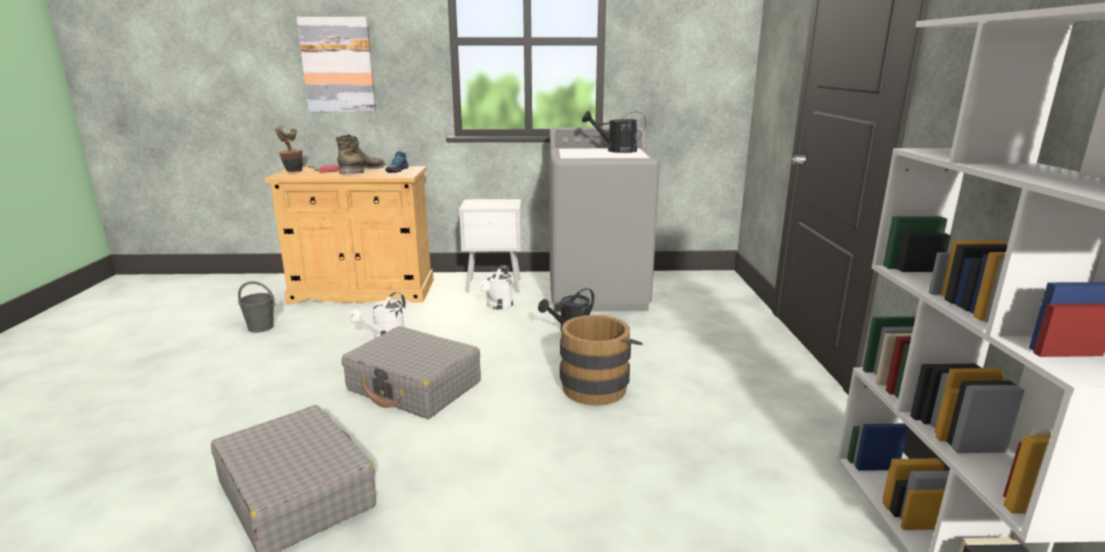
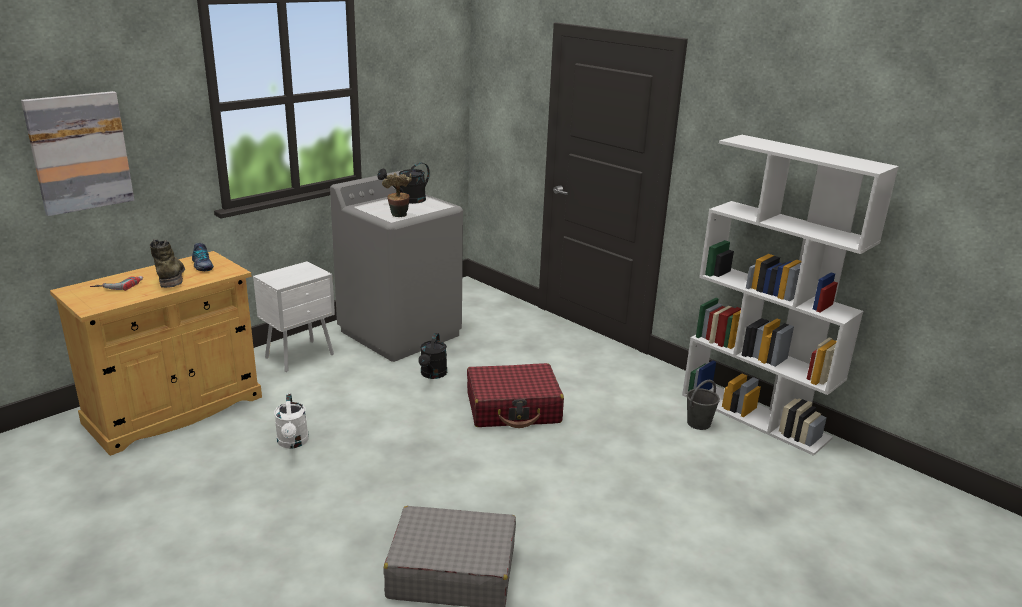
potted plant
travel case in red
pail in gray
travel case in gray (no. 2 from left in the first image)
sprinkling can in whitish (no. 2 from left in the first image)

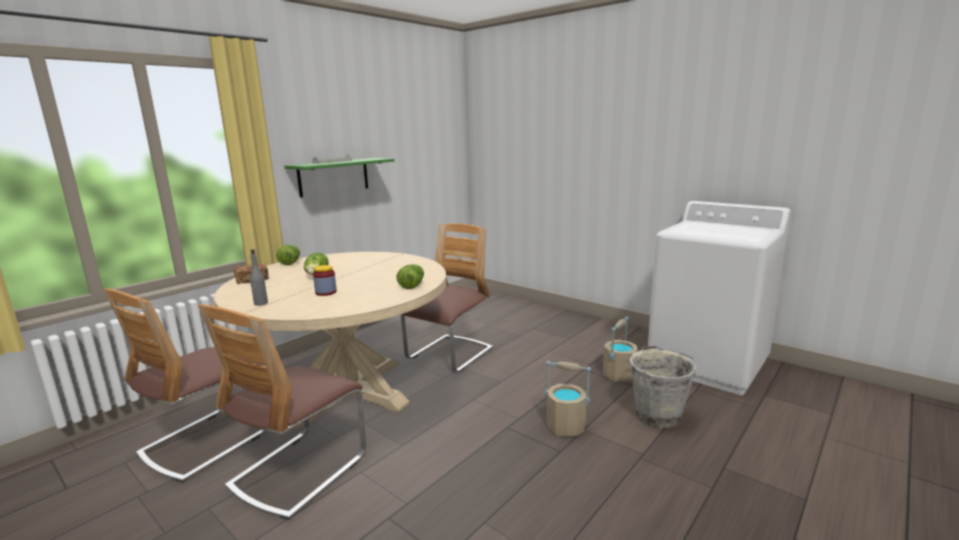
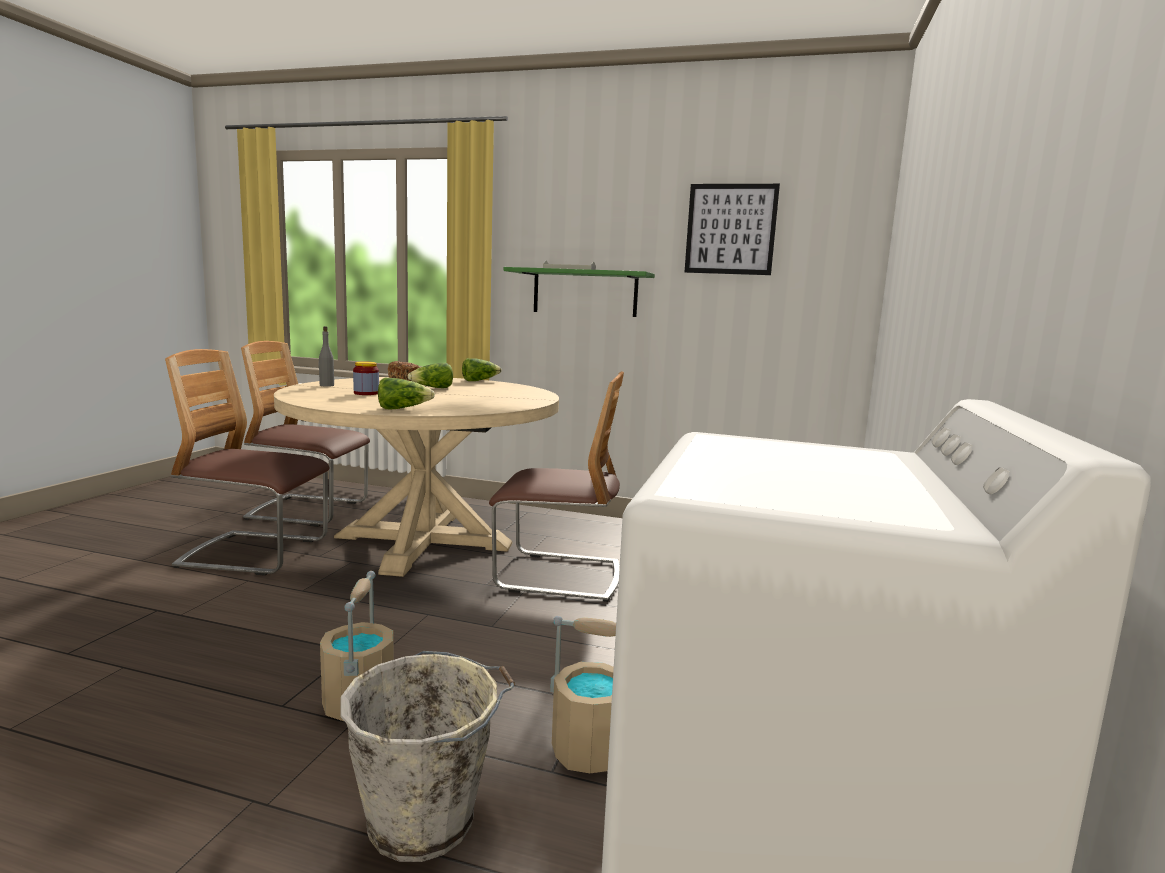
wall art

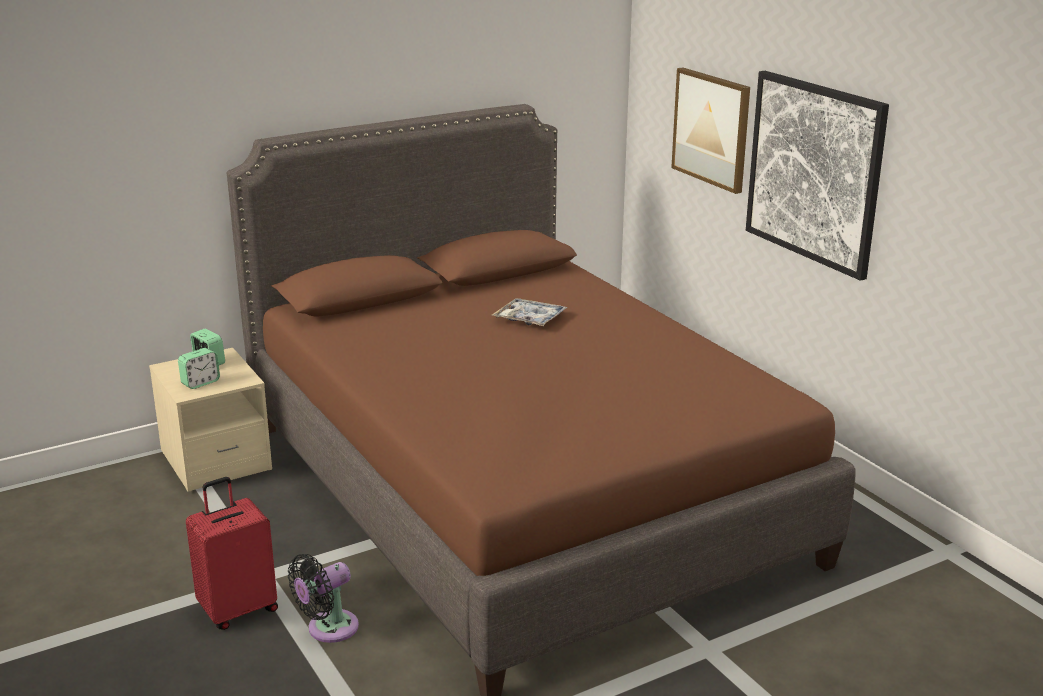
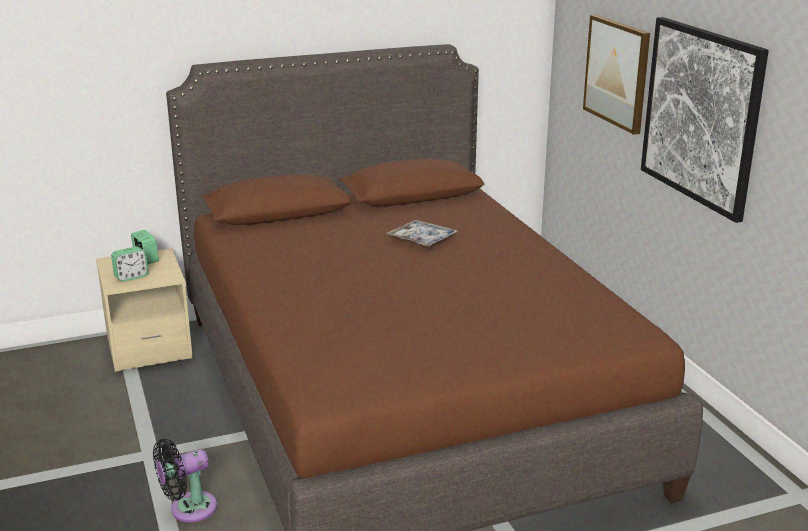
travel case in red

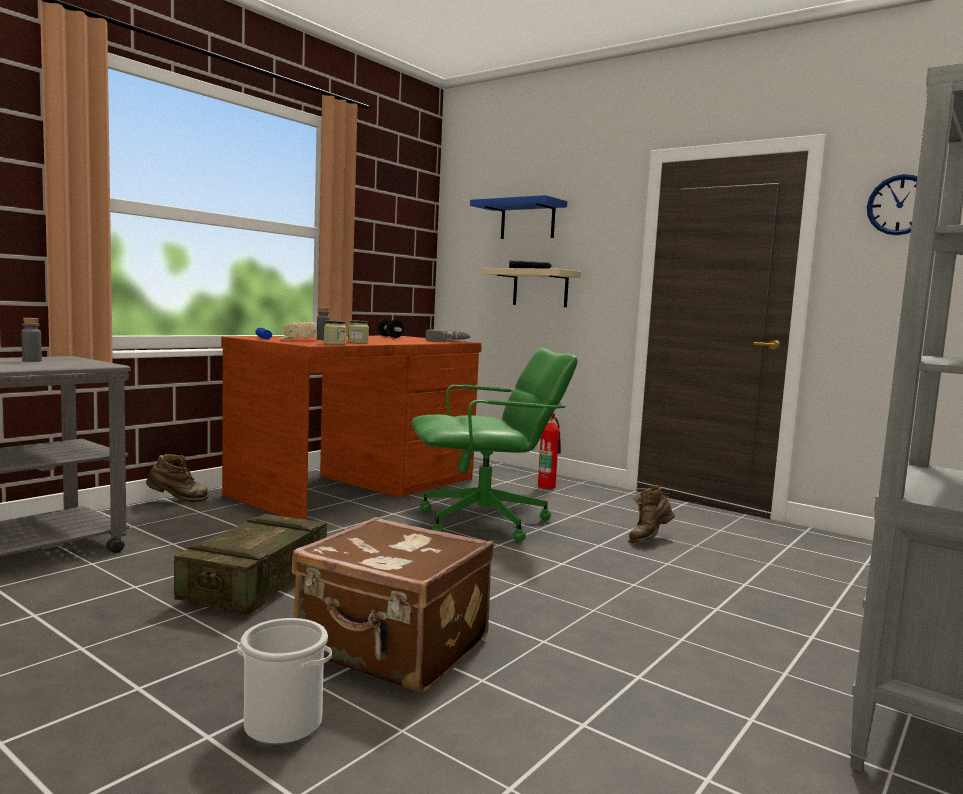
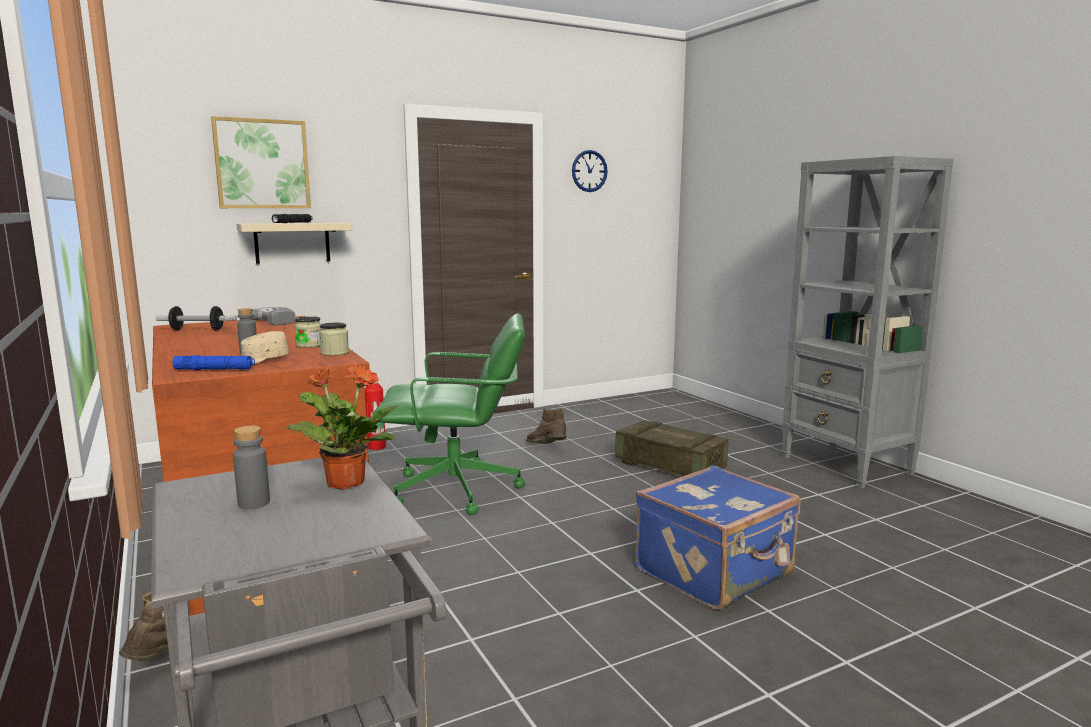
wall art
potted plant
computer chair in greenish
high-top boot in brownish (no. 2 from left)
crate
travel case in bluish
pail

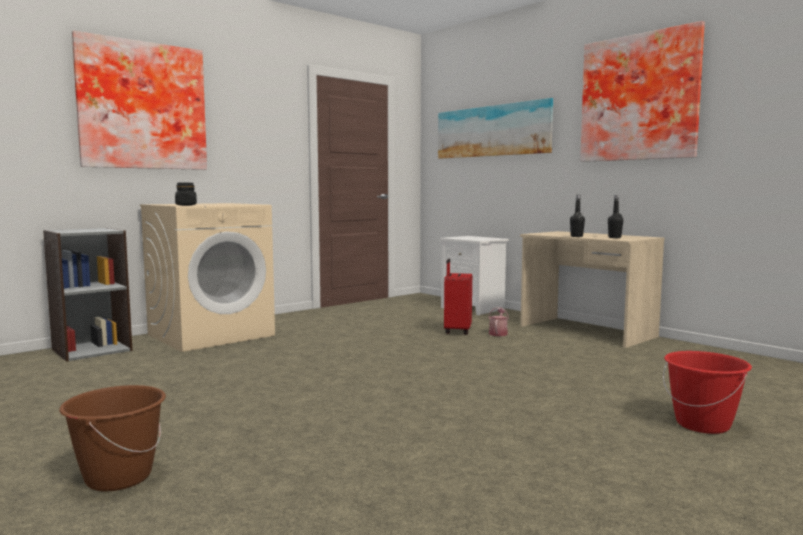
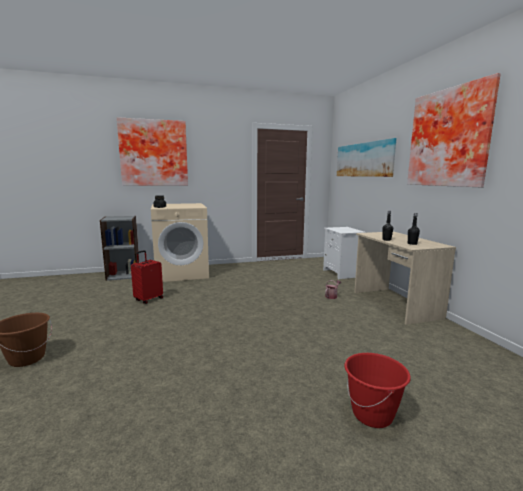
travel case in red

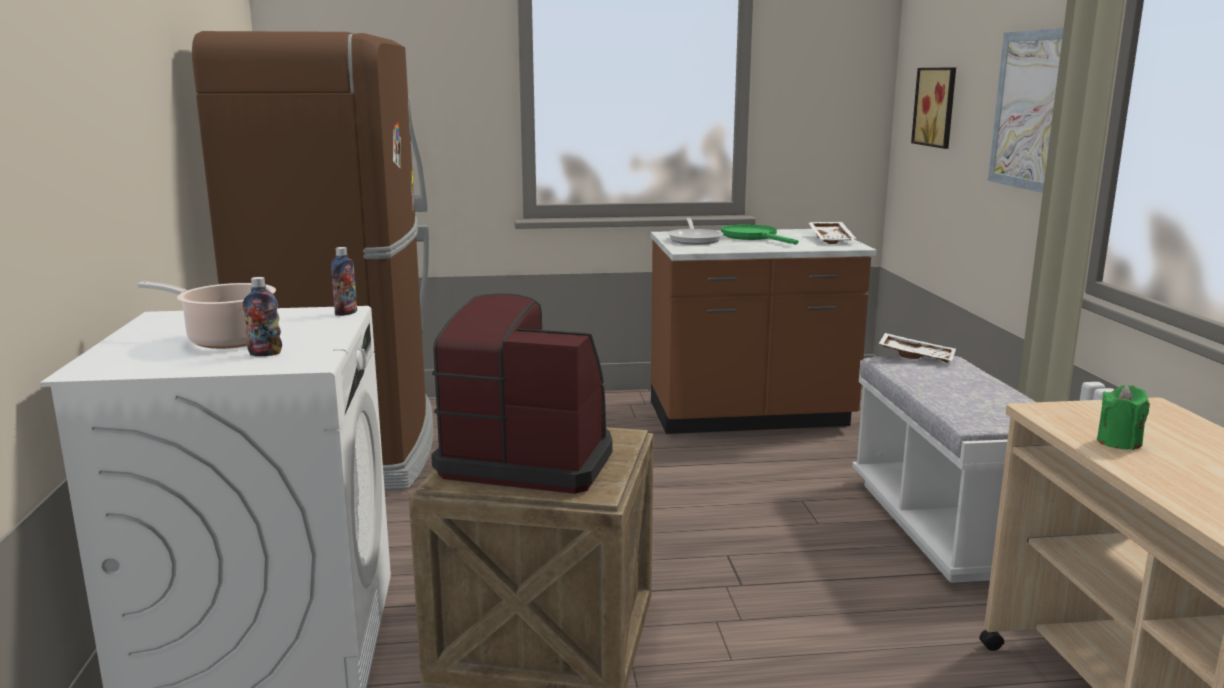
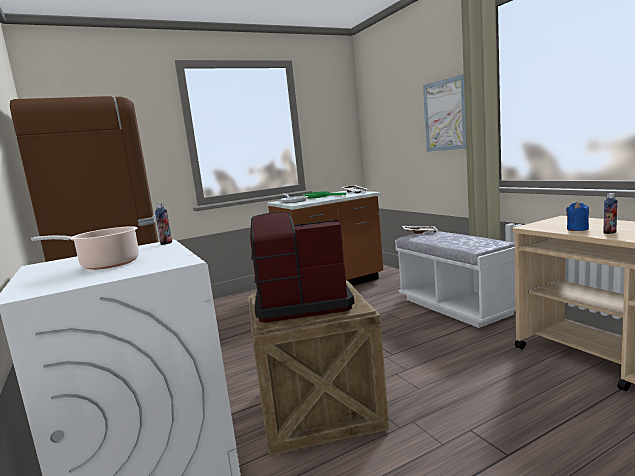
candle in bluish
beverage bottle (no. 2 from left)
wall art (no. 1 from left in the first image)

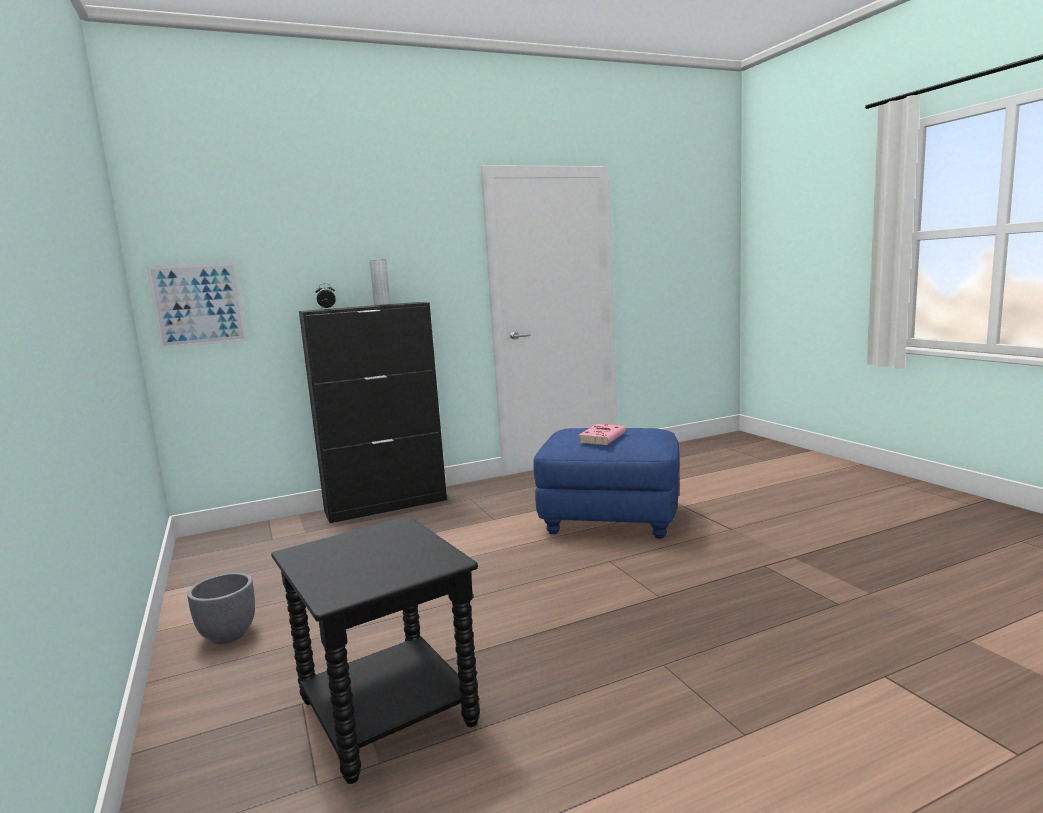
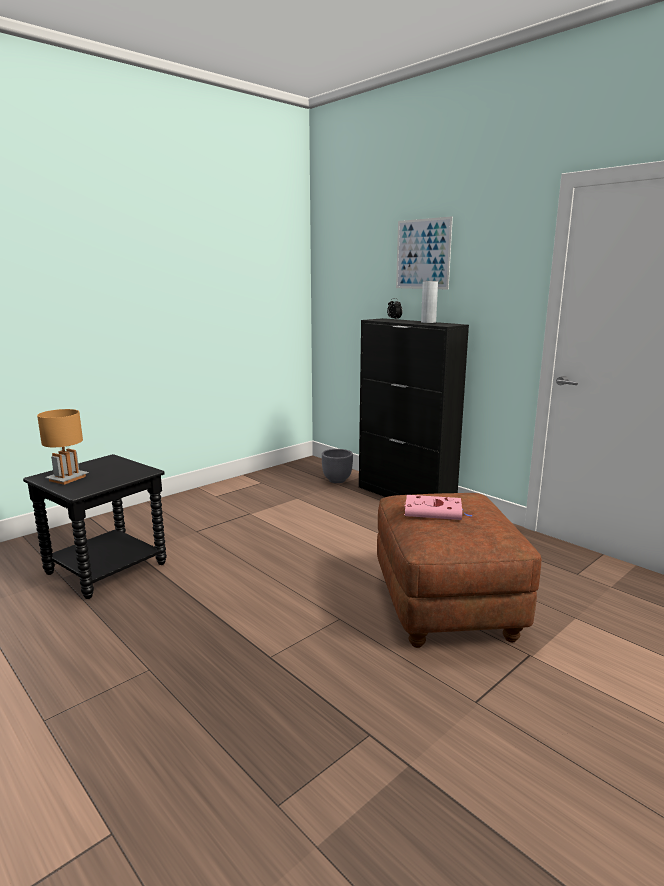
tabletop lamp in brownish
plant pot in gray
ottoman in brownish
wall art

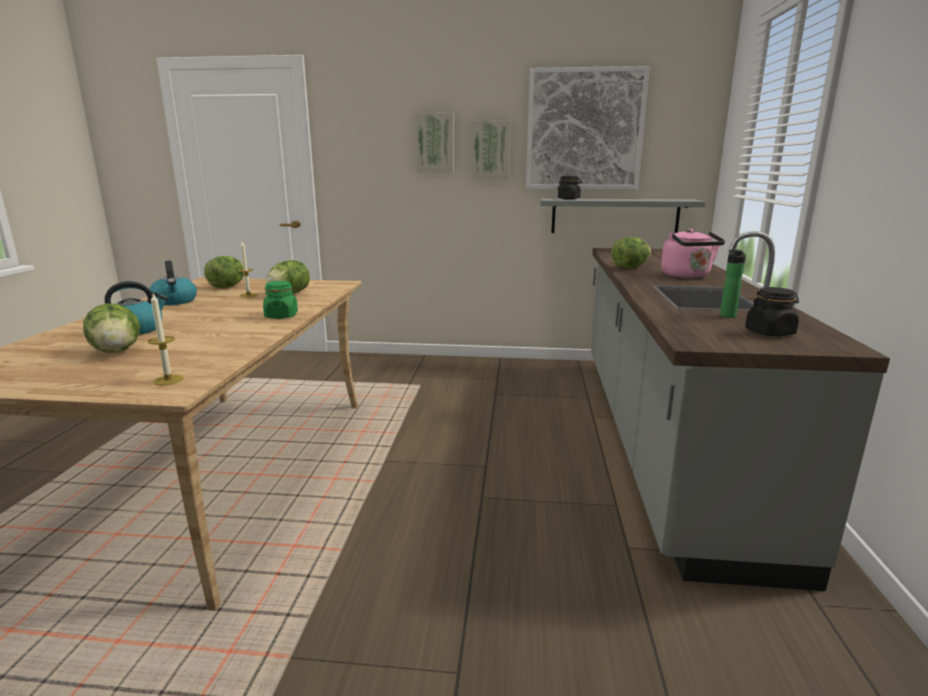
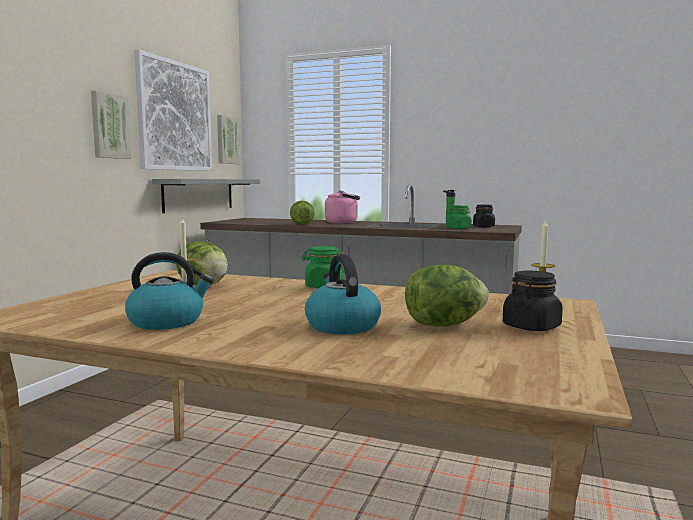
wall art (no. 3 from left)
storage jar in greenish (no. 2 from left)
storage jar in blackish (no. 2 from left)
lettuce (no. 2 from left in the first image)

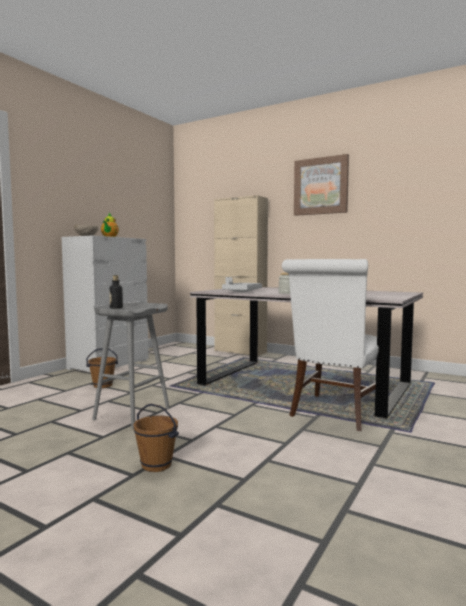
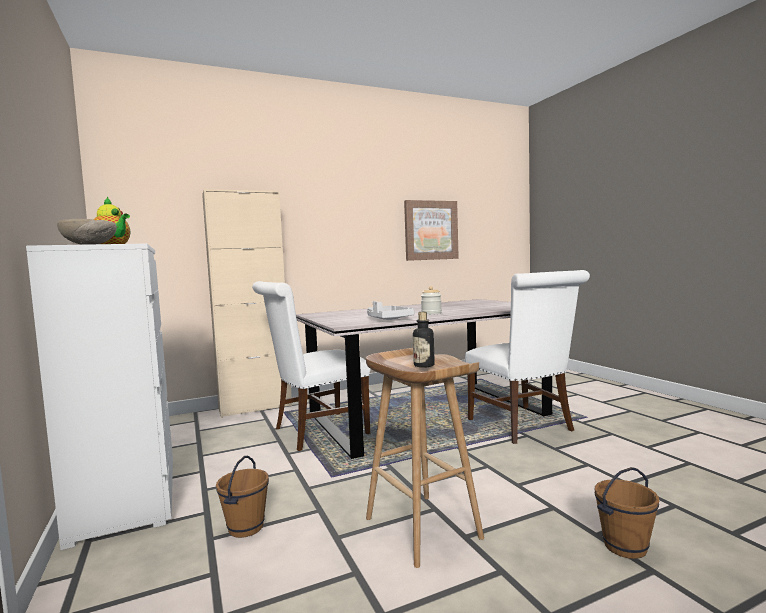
upright chair in whitish (no. 1 from left)
stool seat in brownish
wall art

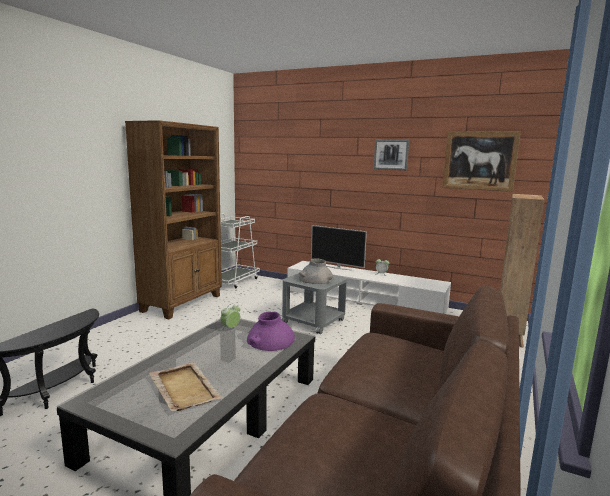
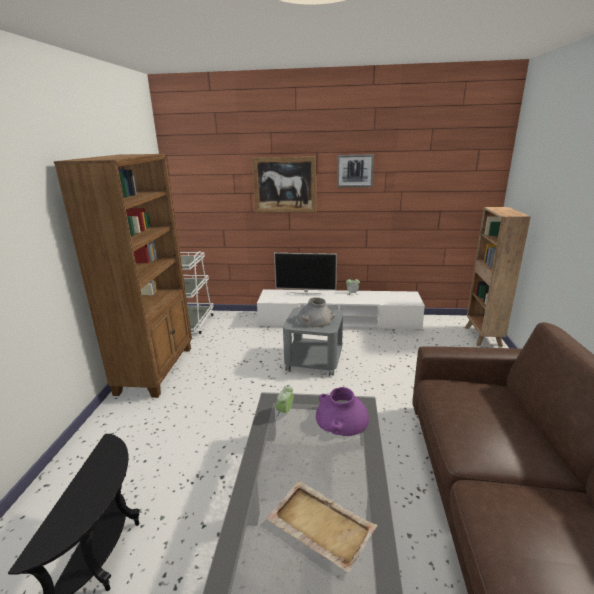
wall art (no. 1 from left)

